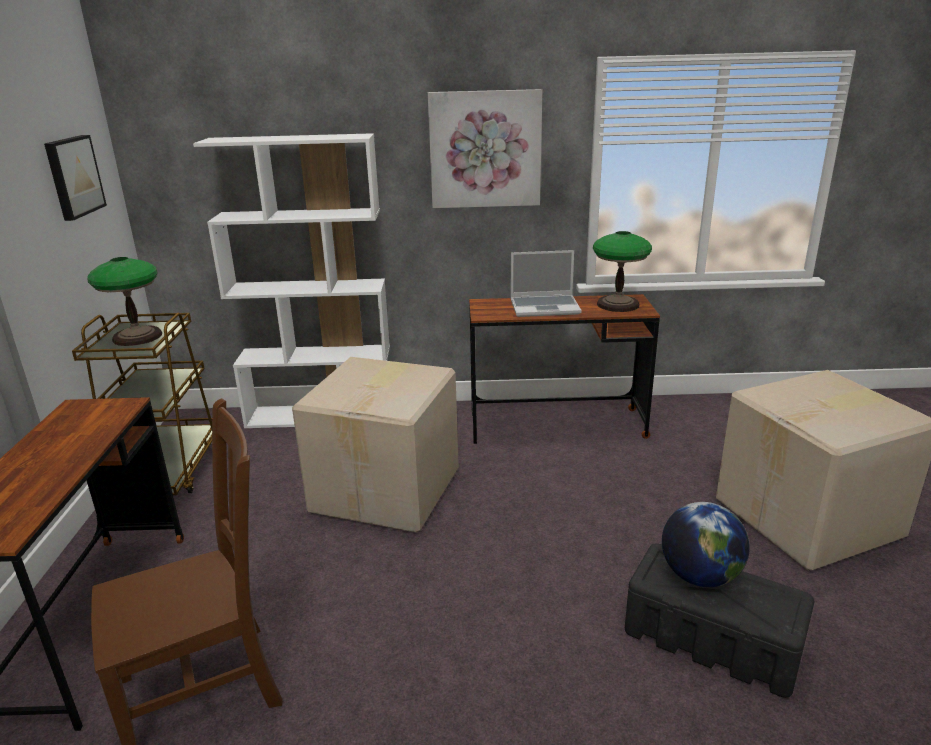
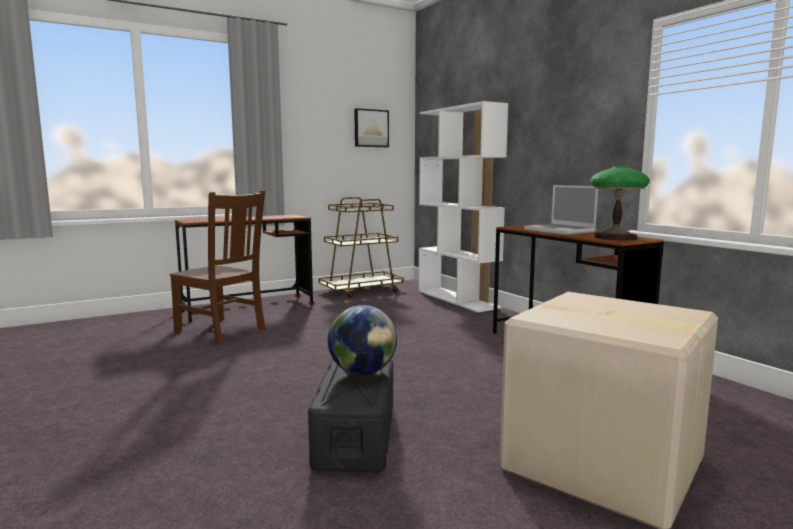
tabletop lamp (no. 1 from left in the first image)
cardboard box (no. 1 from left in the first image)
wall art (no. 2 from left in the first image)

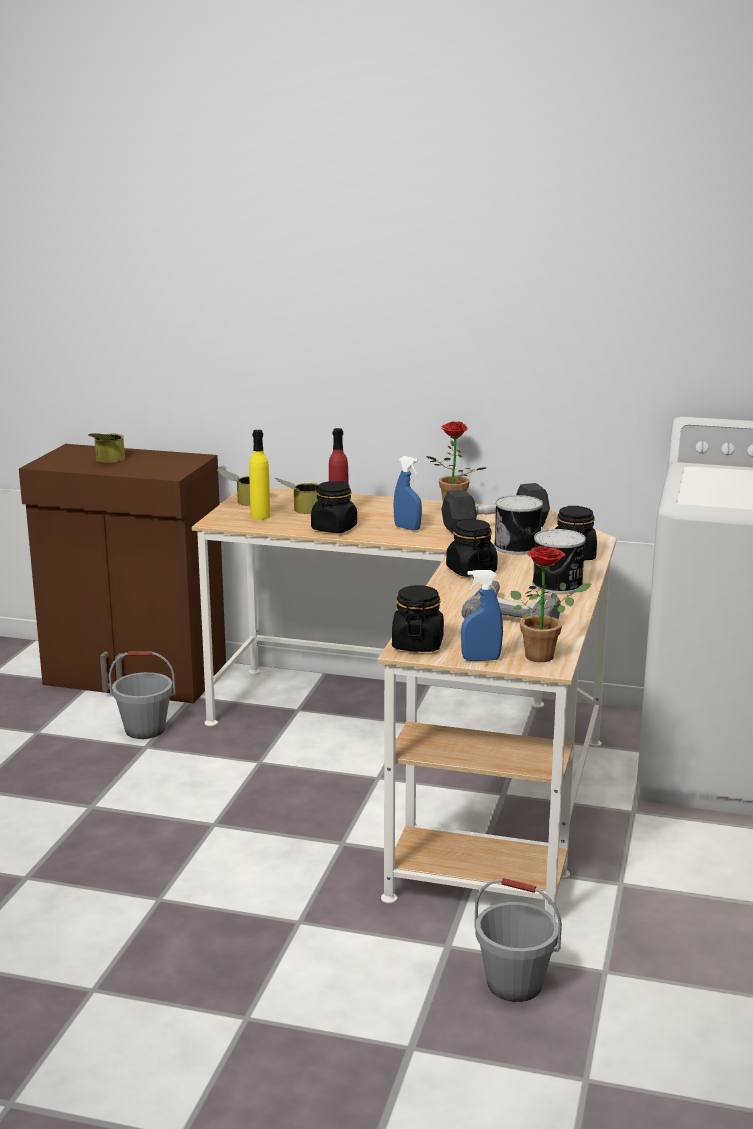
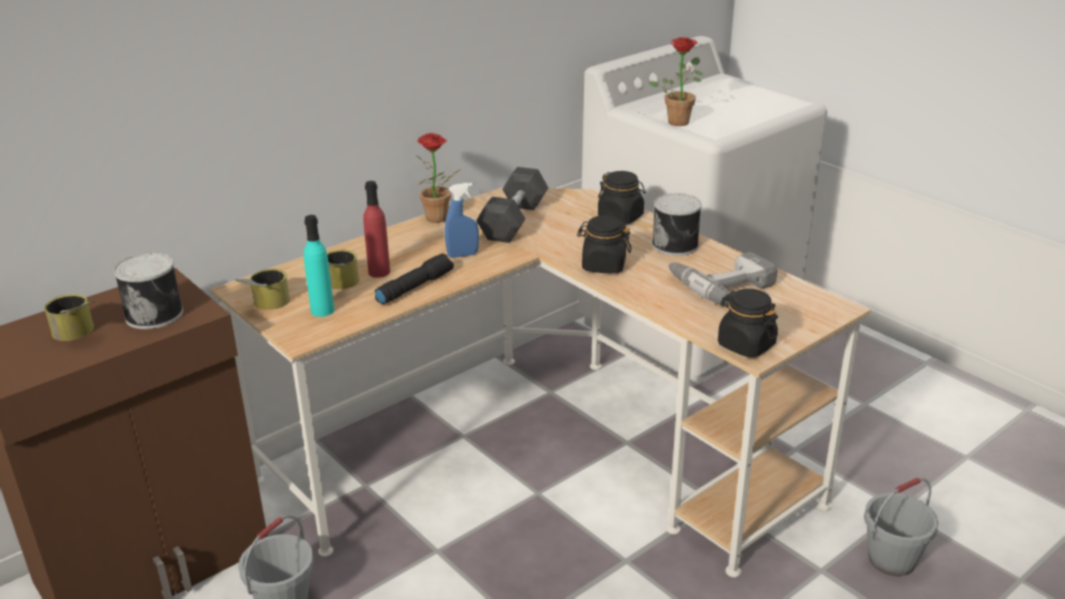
metal can (no. 2 from left)
beverage bottle in turquoise-coloured
torch in blackish
potted plant (no. 2 from left)
spray bottle in bluish (no. 2 from left in the first image)

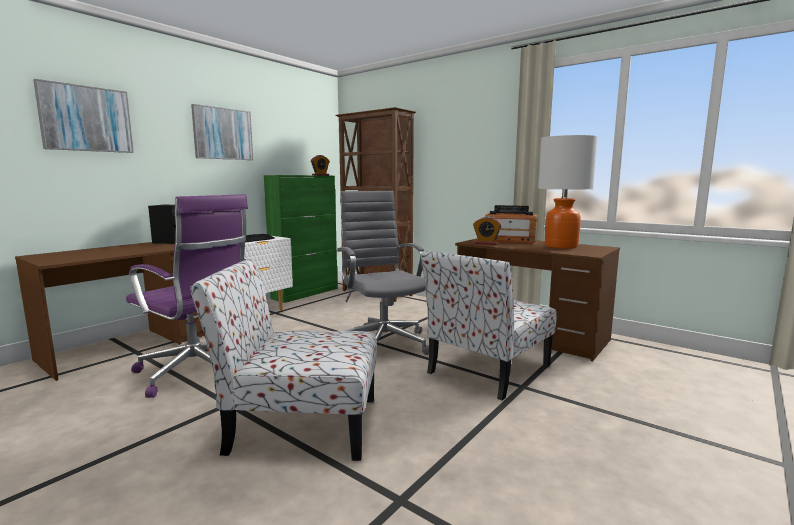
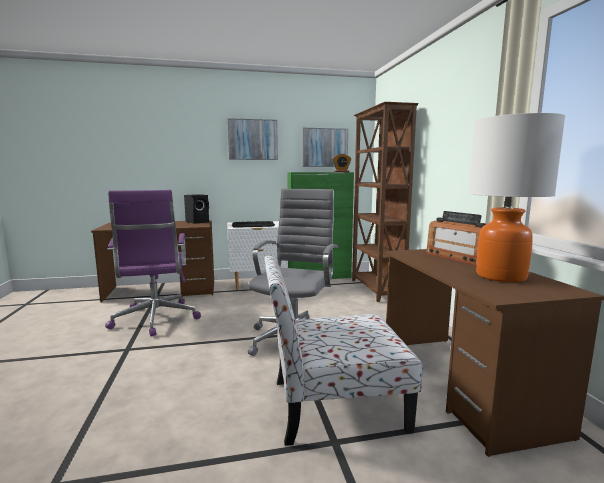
wall art (no. 2 from left)
upright chair (no. 1 from left in the first image)
bedside clock (no. 2 from left in the first image)

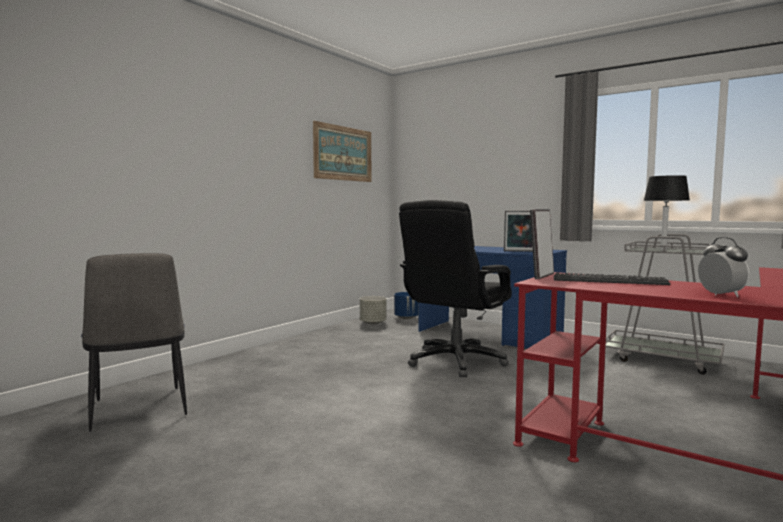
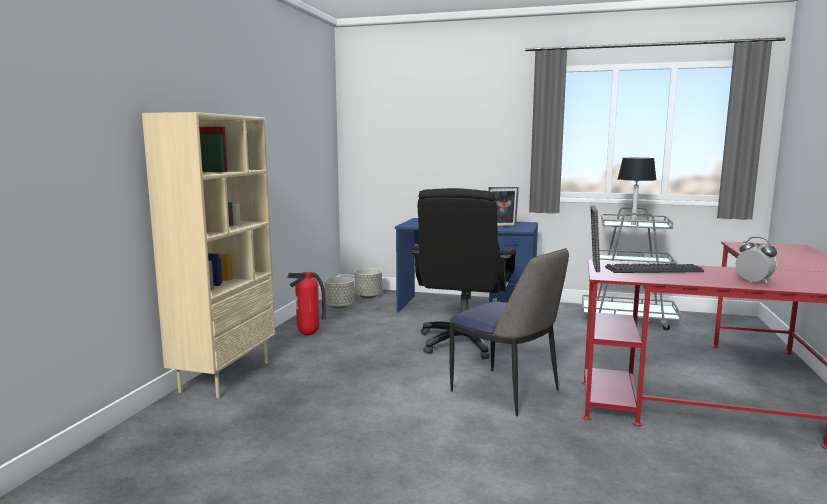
bookshelf in beige
fire-fighting cylinder
plant pot in gray (no. 2 from left)
upright chair
wall art

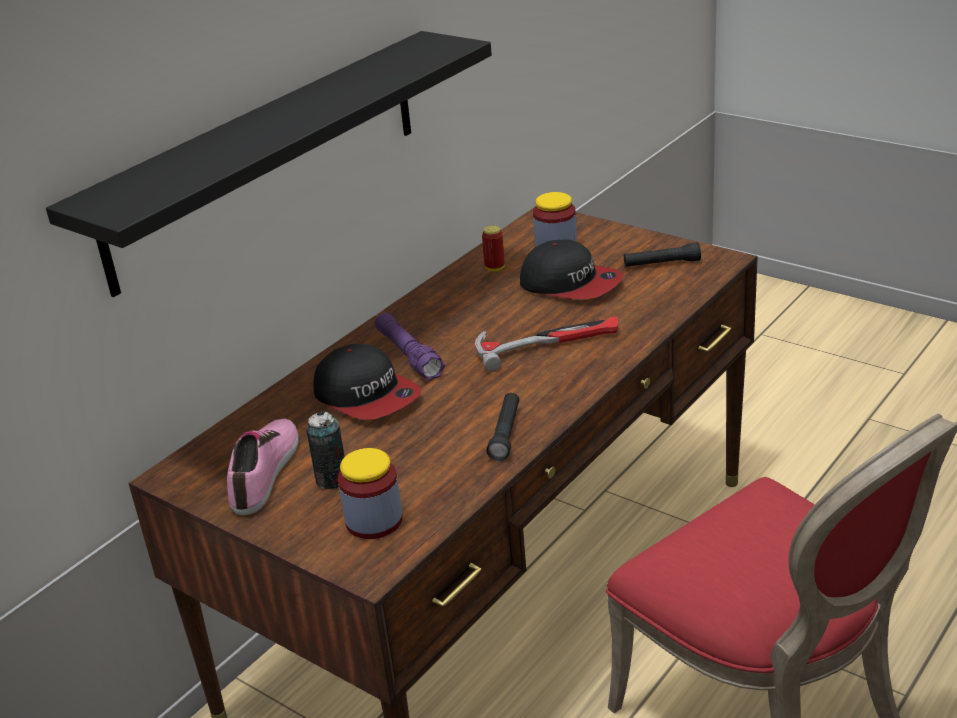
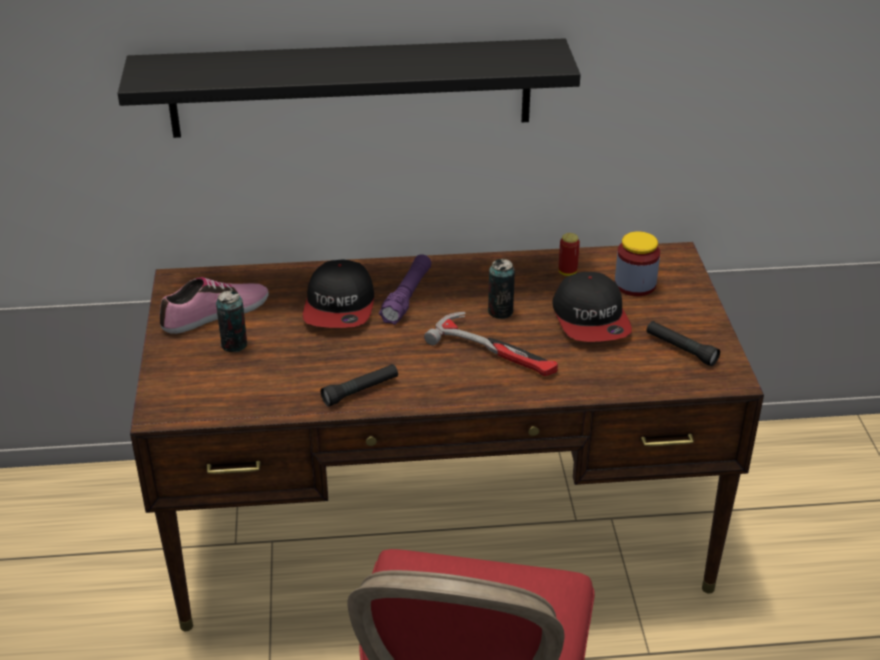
metal can (no. 2 from left)
storage jar (no. 1 from left in the first image)

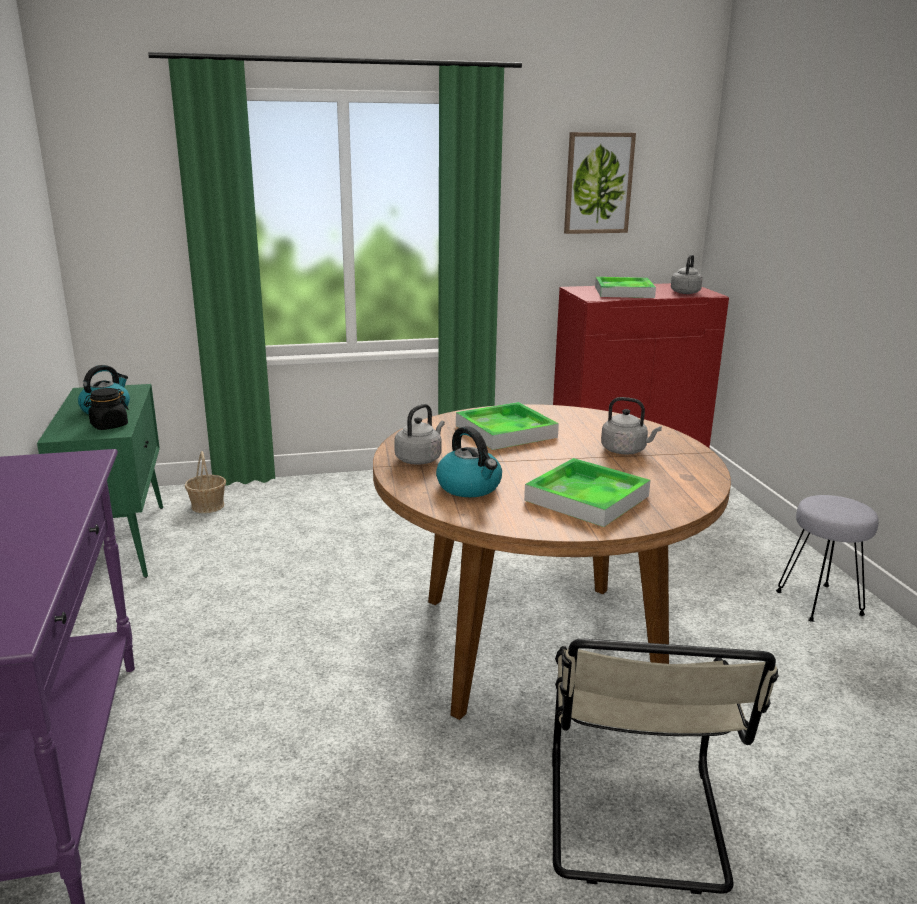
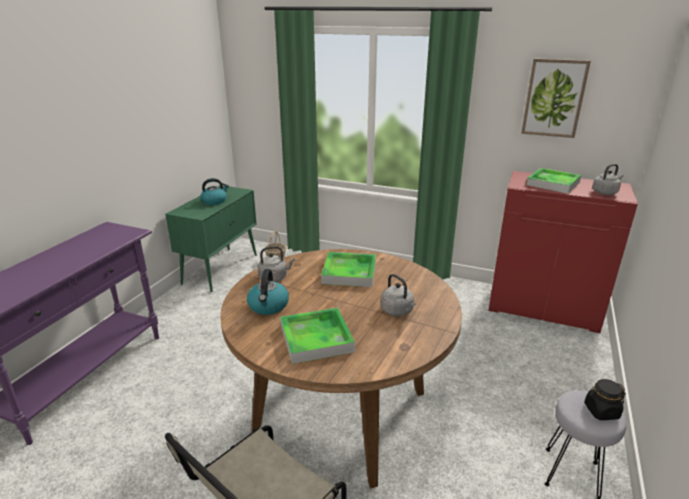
storage jar in blackish

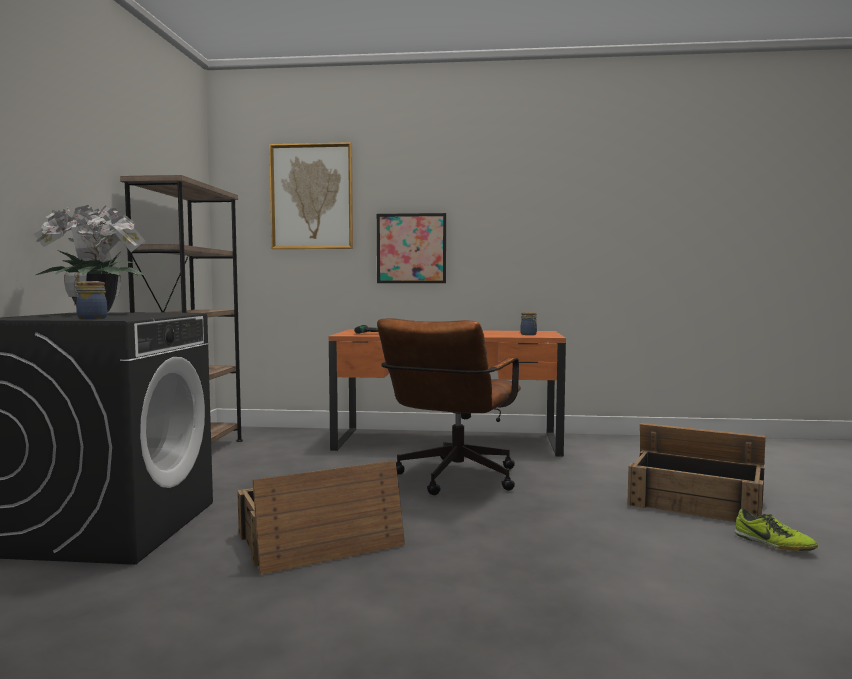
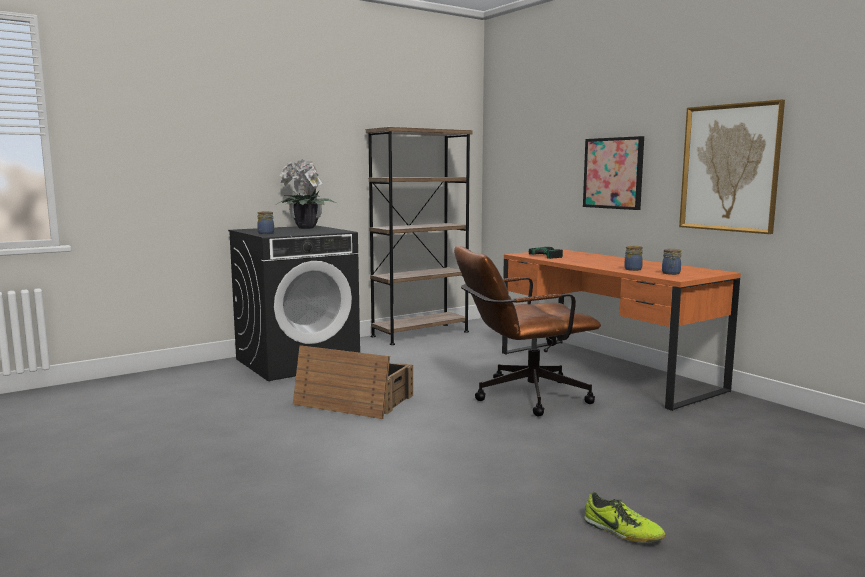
low shoe
storage jar (no. 2 from left)
wall art (no. 2 from left)
crate (no. 2 from left in the first image)

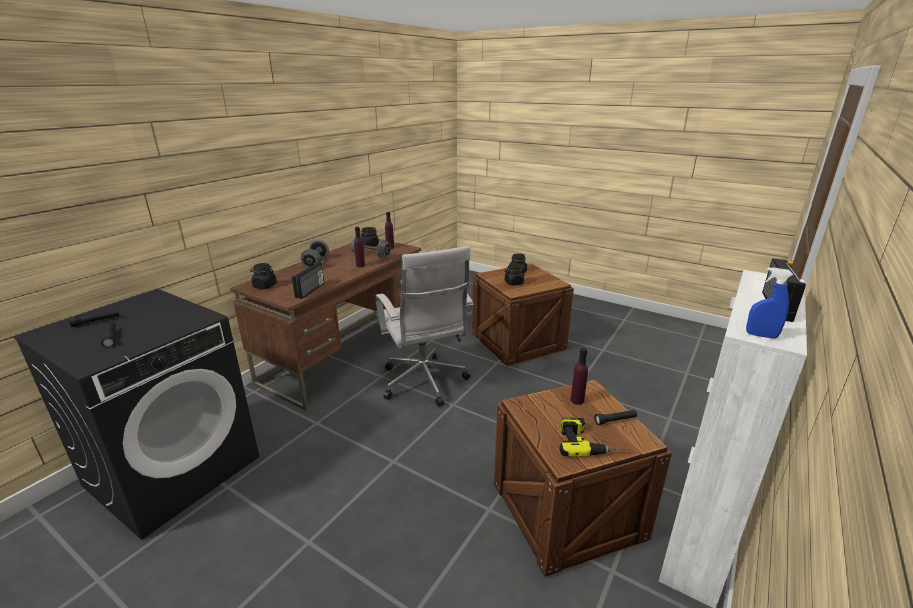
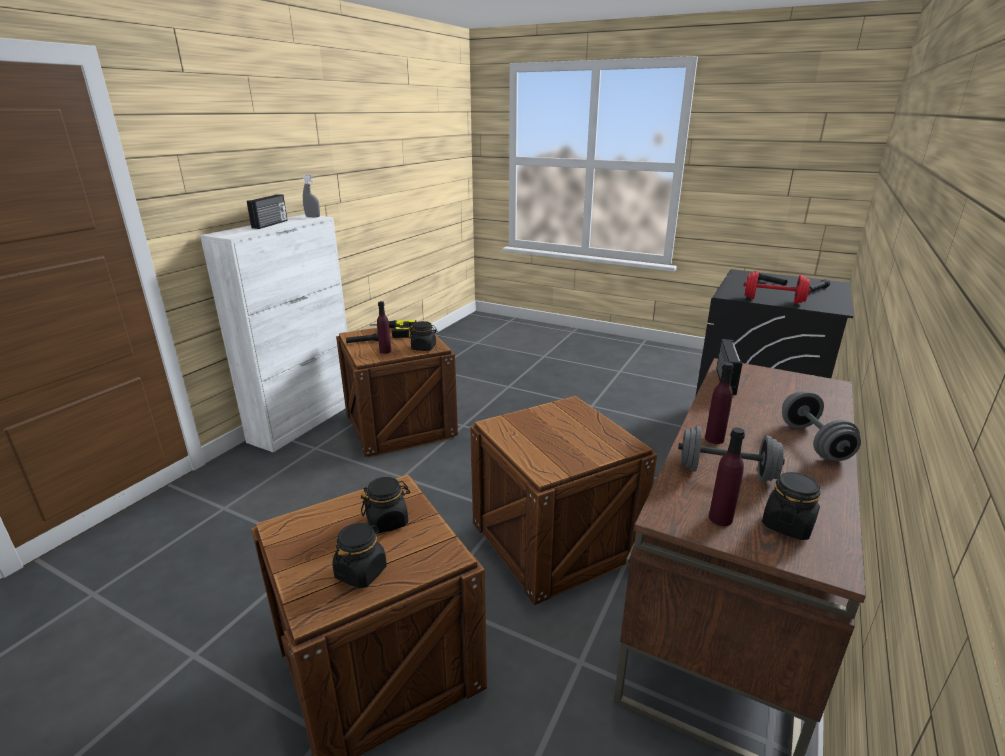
spray bottle in gray
storage jar in blackish (no. 3 from left)
crate (no. 3 from left)
dumbbell in red

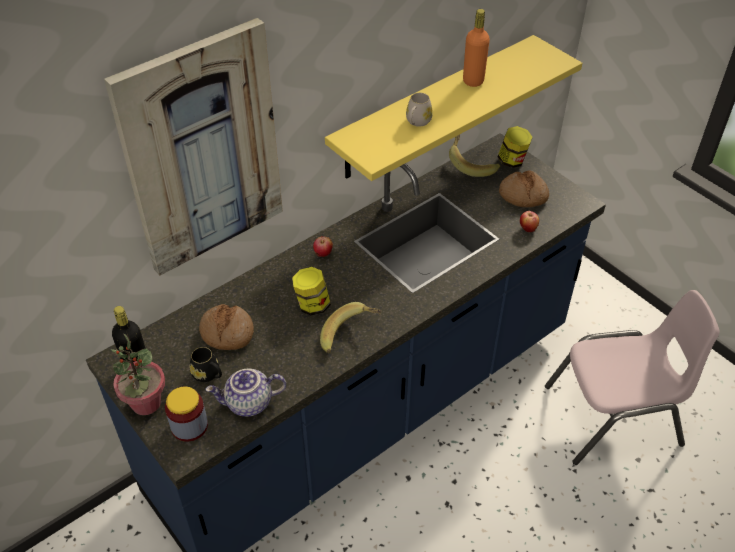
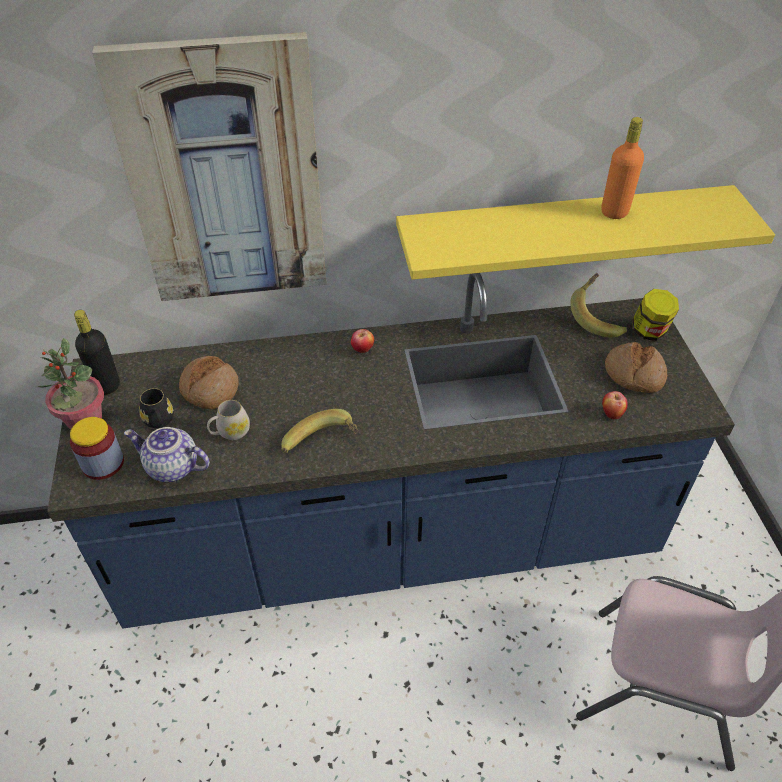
mug in whitish
storage jar (no. 2 from left in the first image)

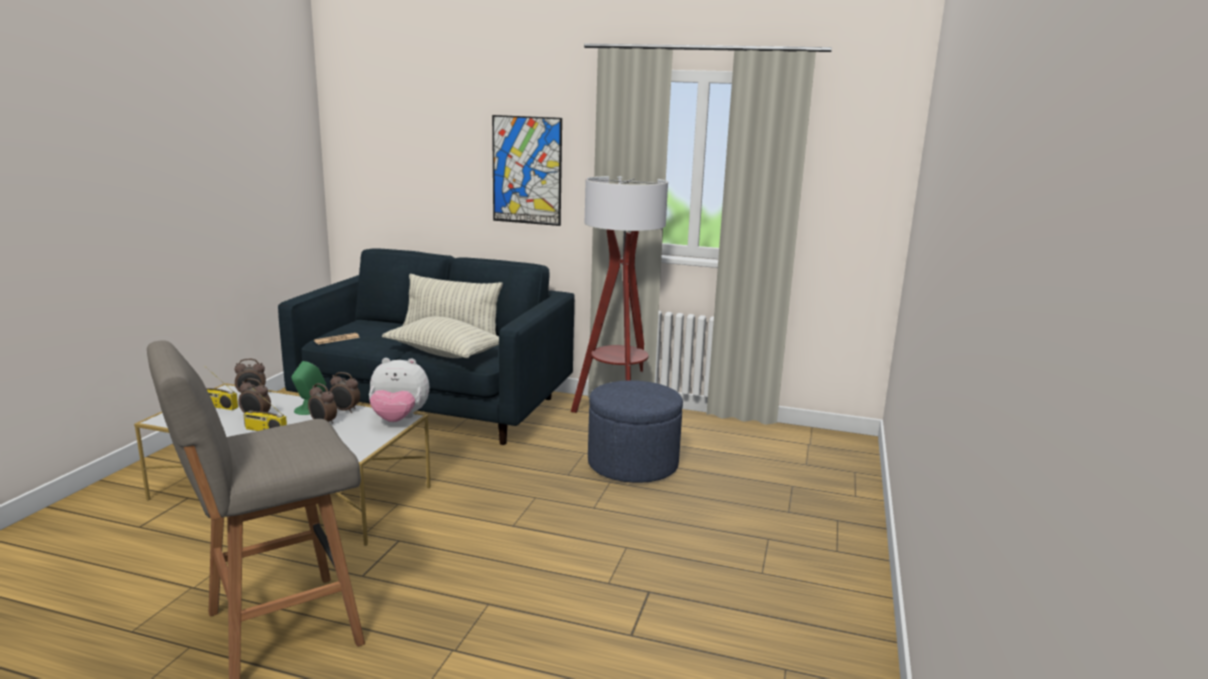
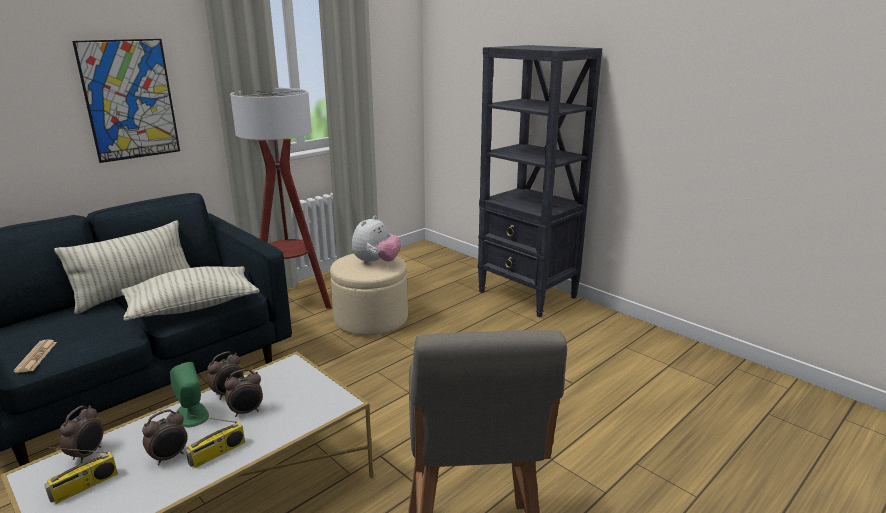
ottoman in beige
soft toy
bookshelf in blackish

